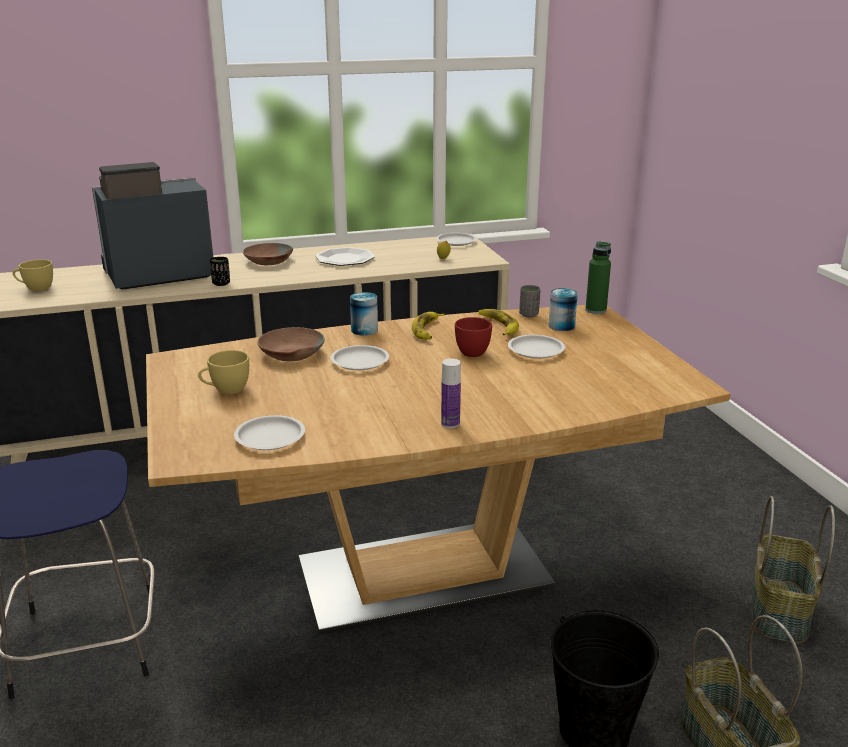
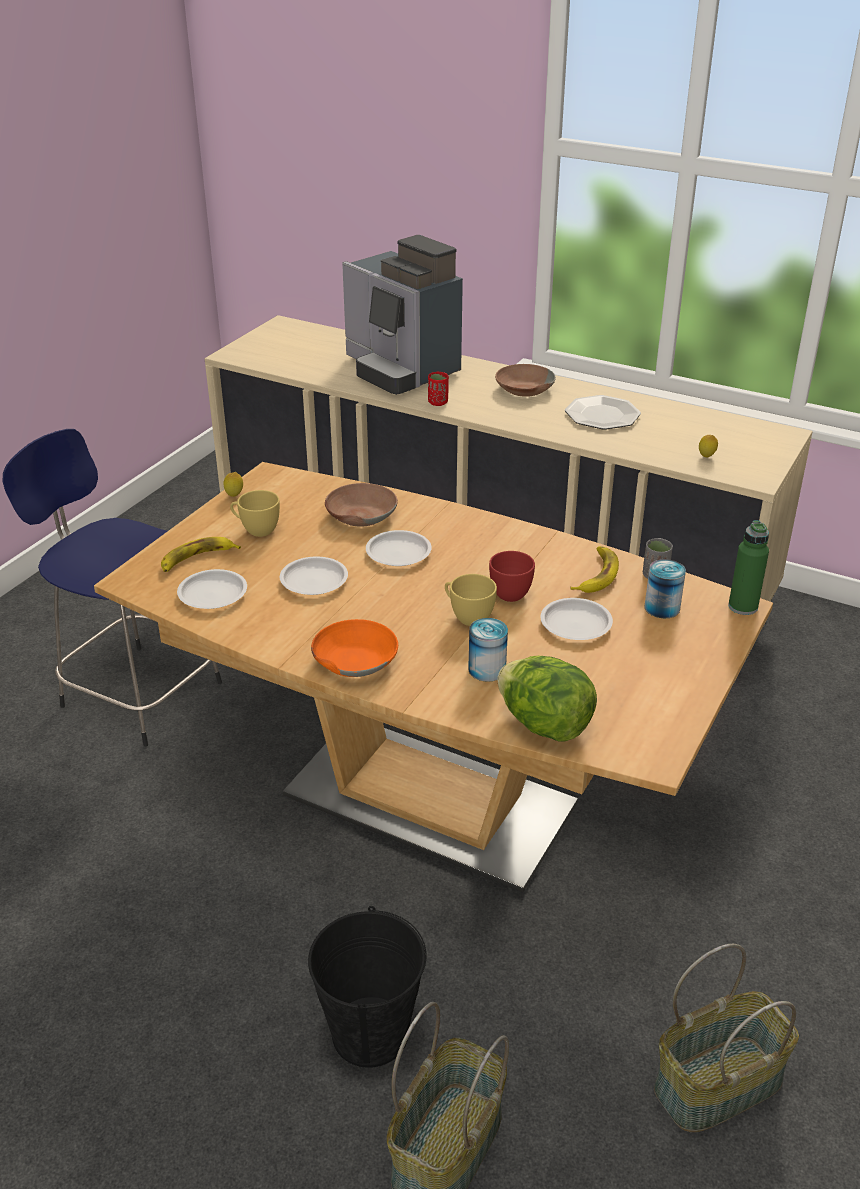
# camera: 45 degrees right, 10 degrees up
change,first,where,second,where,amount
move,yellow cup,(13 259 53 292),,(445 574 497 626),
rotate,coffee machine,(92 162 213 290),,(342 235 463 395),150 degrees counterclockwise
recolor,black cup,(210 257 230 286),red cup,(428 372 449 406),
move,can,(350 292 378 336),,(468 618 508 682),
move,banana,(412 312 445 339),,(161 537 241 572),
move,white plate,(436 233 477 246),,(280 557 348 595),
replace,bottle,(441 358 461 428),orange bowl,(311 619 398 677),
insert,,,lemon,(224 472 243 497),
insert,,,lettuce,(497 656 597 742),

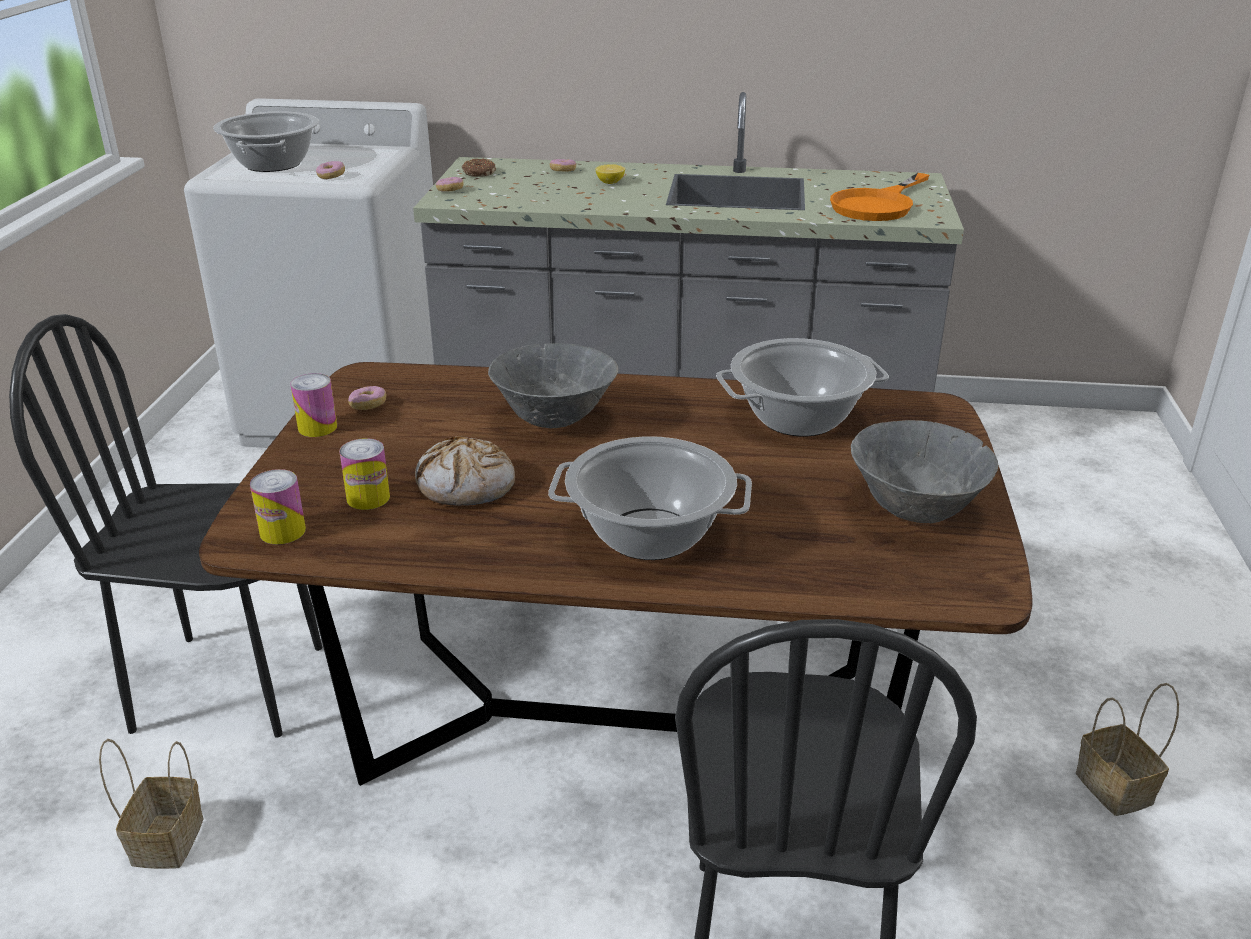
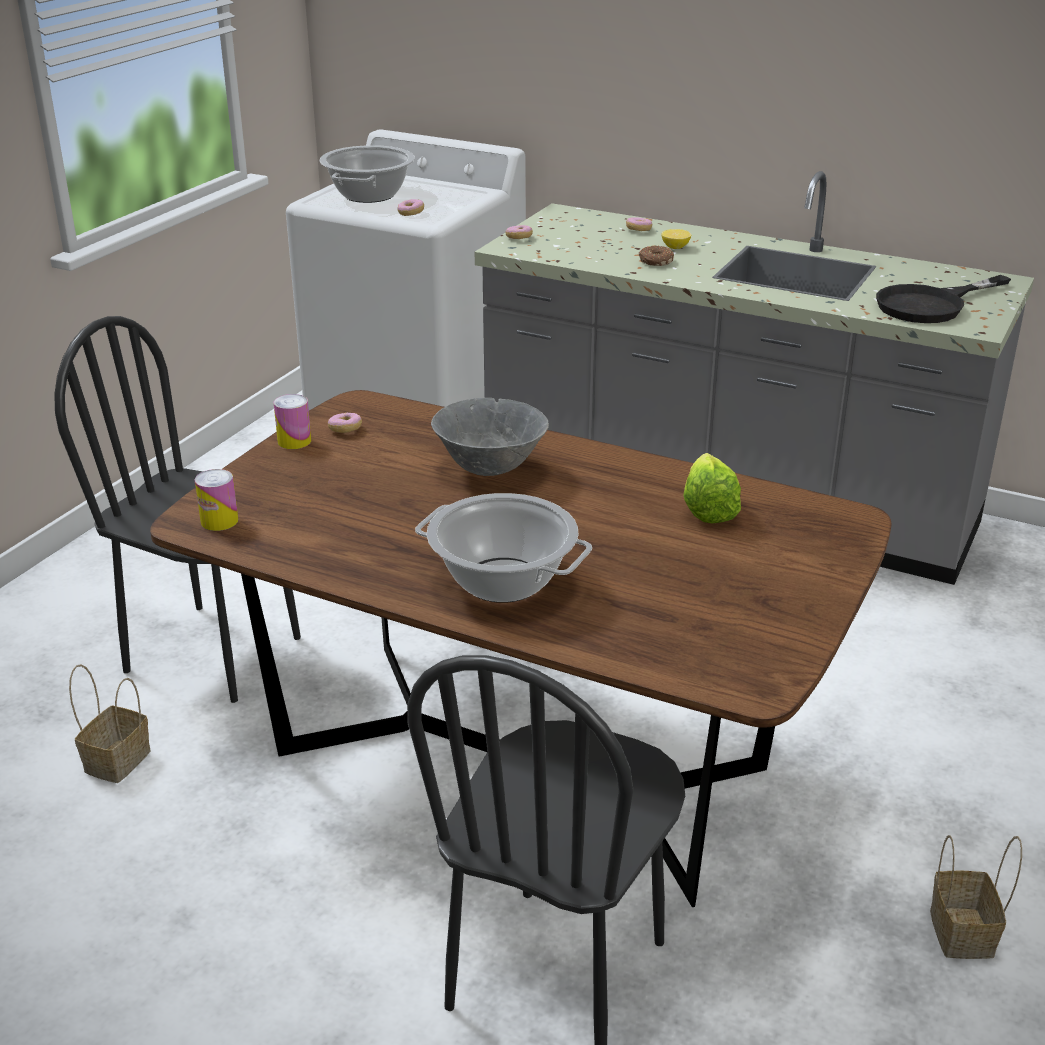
# camera: 20 degrees right, 0 degrees up
change,first,where,second,where,amount
delete,can,(339 438 390 510),,,
delete,bread,(415 436 515 506),,,
move,donut,(462 159 496 177),,(638 245 674 266),
replace,cooking pot,(716 338 889 437),lettuce,(683 453 741 523),
recolor,orange frying pan,(830 173 930 221),black frying pan,(876 275 1011 323),
delete,grey bowl,(851 420 998 523),,,

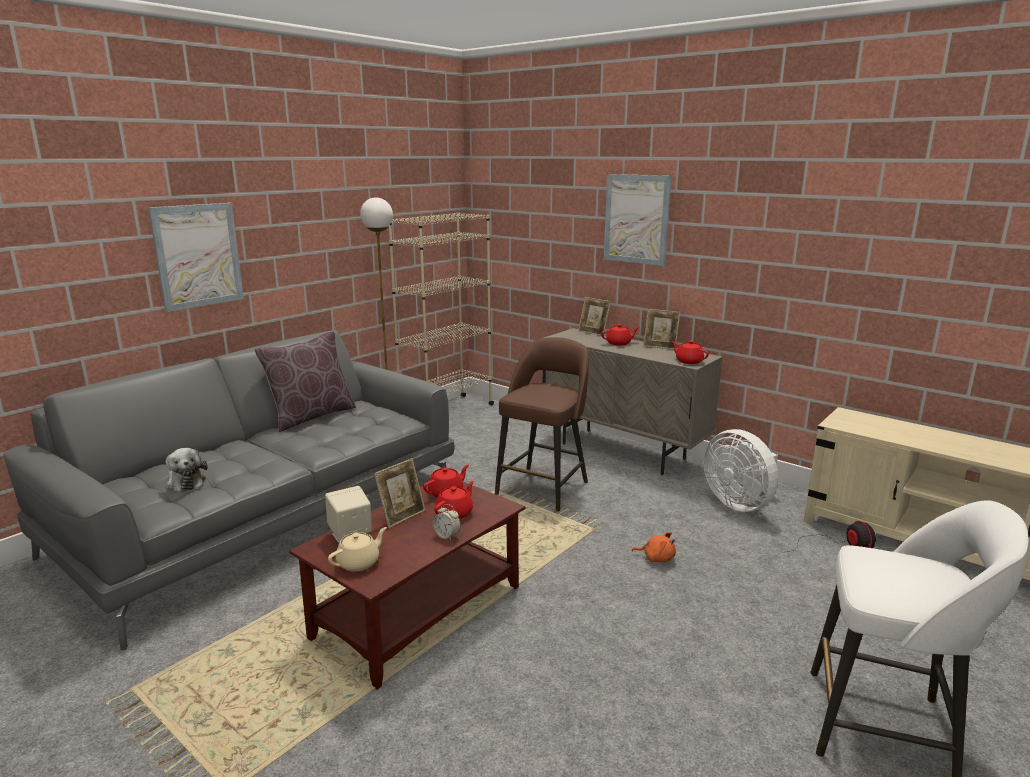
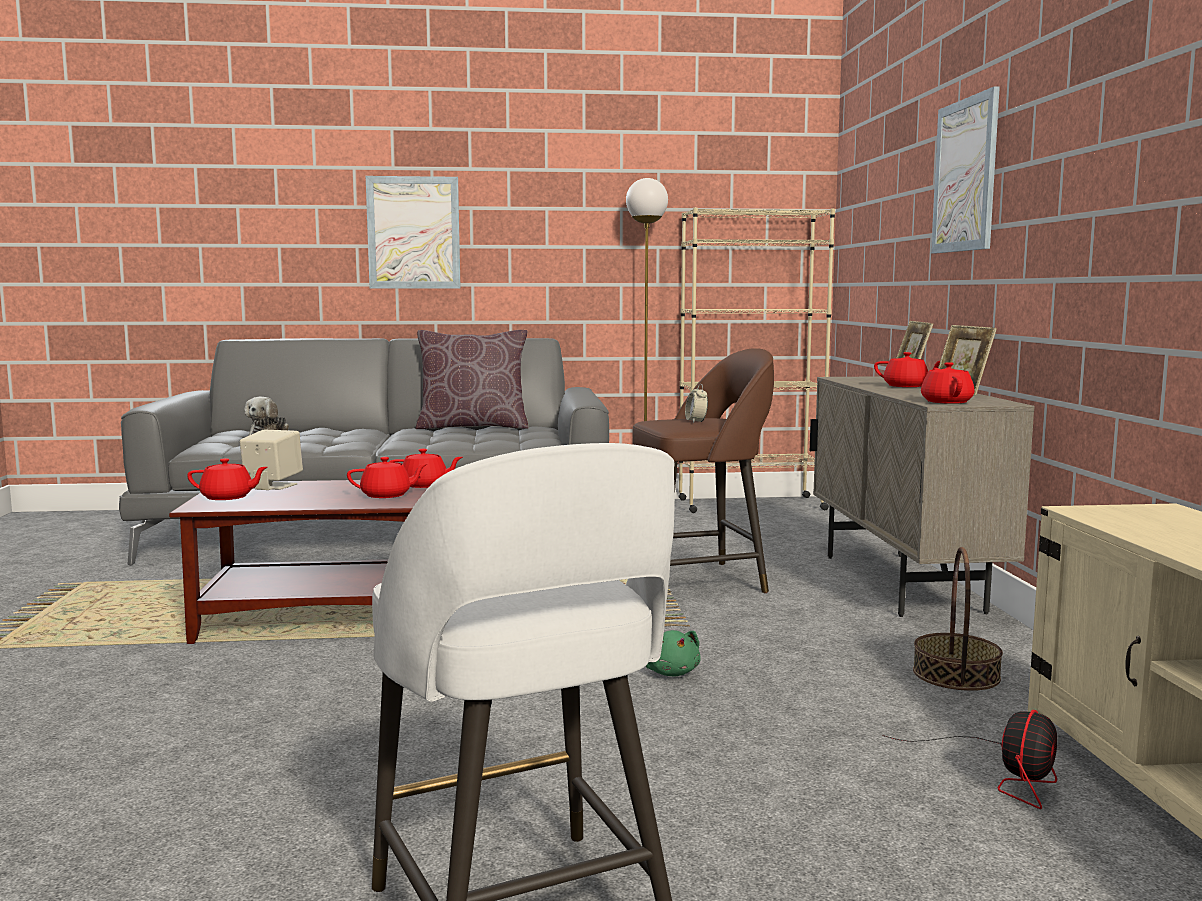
# camera: 45 degrees right, 10 degrees down
change,first,where,second,where,amount
recolor,beige teapot,(328 527 387 572),red teapot,(187 458 268 500),
delete,picture frame,(374 458 425 528),,,
move,alarm clock,(433 504 461 540),,(685 384 708 423),
recolor,orange plush toy,(632 532 676 563),green plush toy,(646 630 701 676),
replace,white fan,(704 429 778 512),basket,(913 547 1003 691),

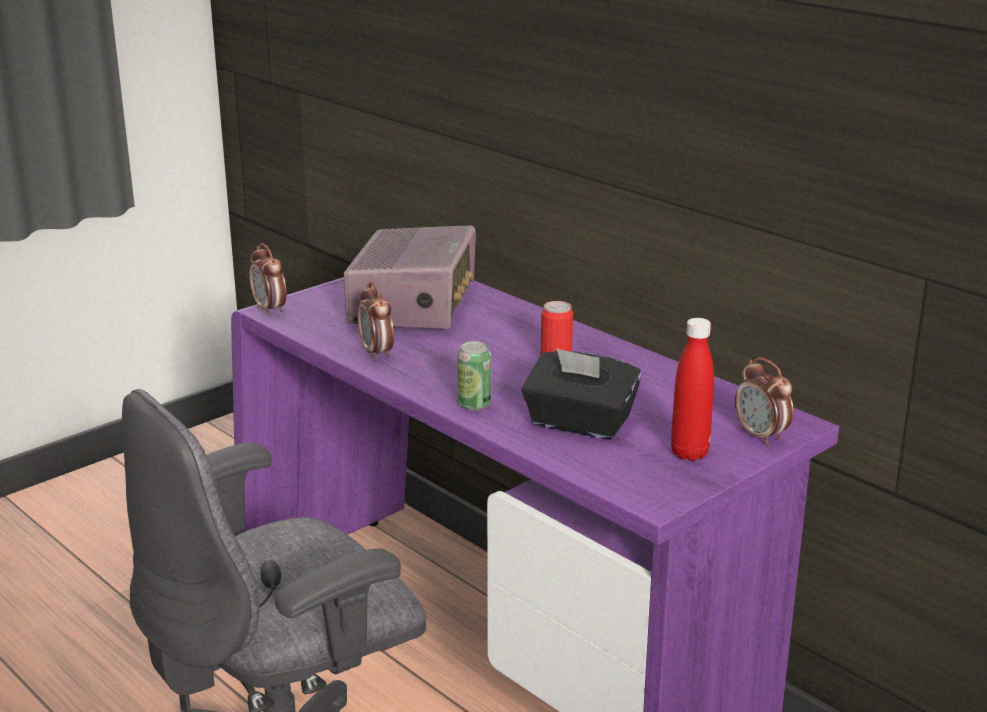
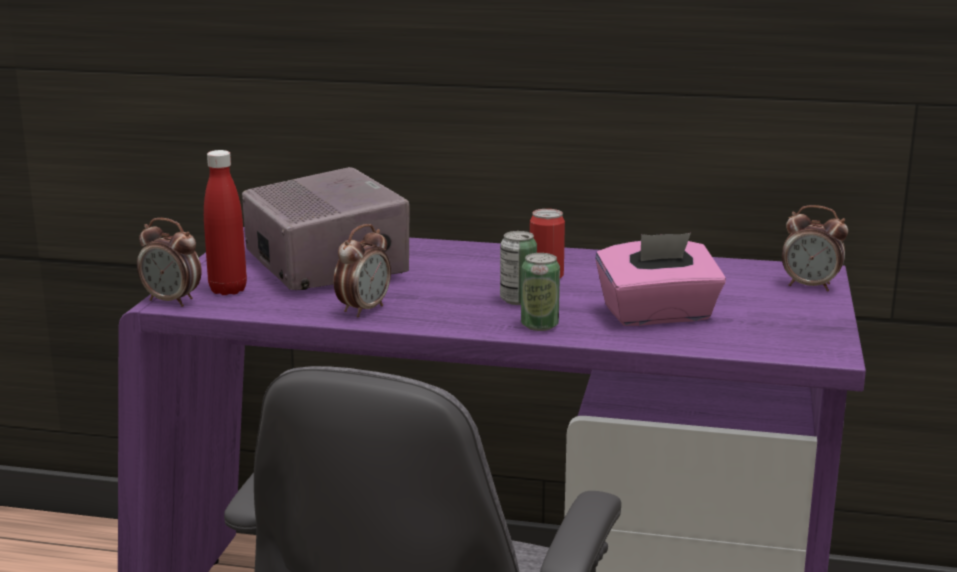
# camera: 35 degrees left, 5 degrees down
change,first,where,second,where,amount
rotate,alarm clock,(358 282 394 361),,(334 224 391 317),90 degrees counterclockwise
recolor,black tissue box,(521 348 642 439),pink tissue box,(595 233 726 326),
move,red bottle,(671 318 714 461),,(204 150 247 295),
insert,,,can,(500 231 537 305),

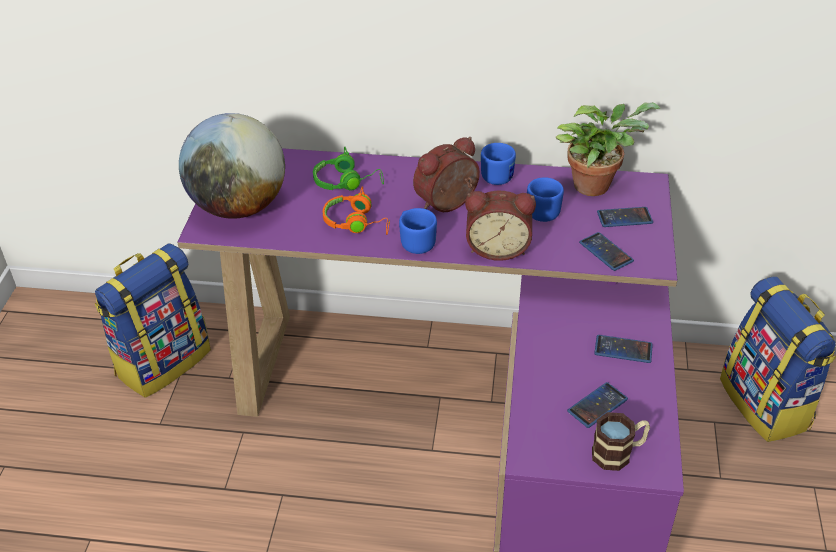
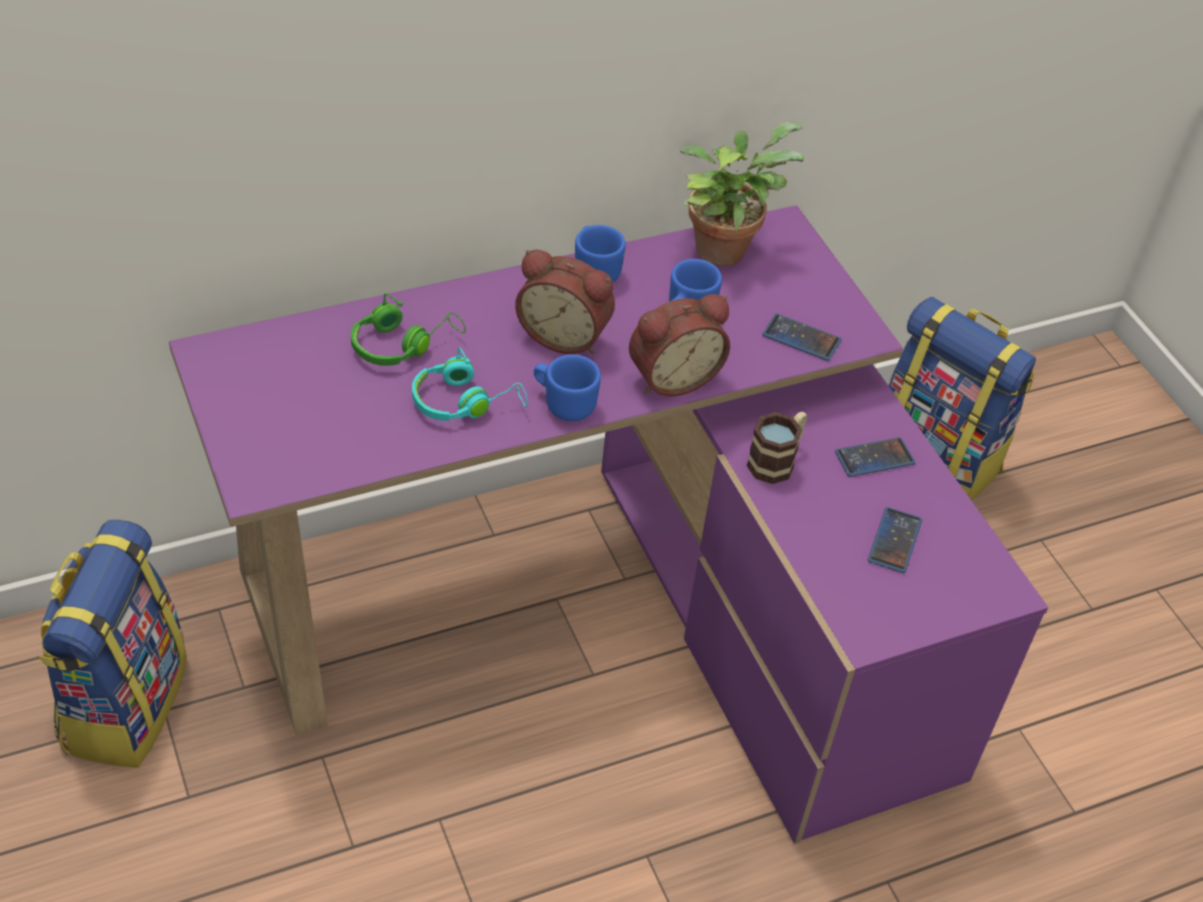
# camera: 35 degrees left, 5 degrees up
change,first,where,second,where,amount
delete,globe,(179 113 285 219),,,
recolor,orange headphones,(323 186 390 235),turquoise headphones,(412 347 528 421),
rotate,alarm clock,(413 137 480 212),,(515 250 615 354),90 degrees counterclockwise
move,mug,(592 412 650 471),,(746 411 807 484),
delete,phone,(597 207 653 227),,,

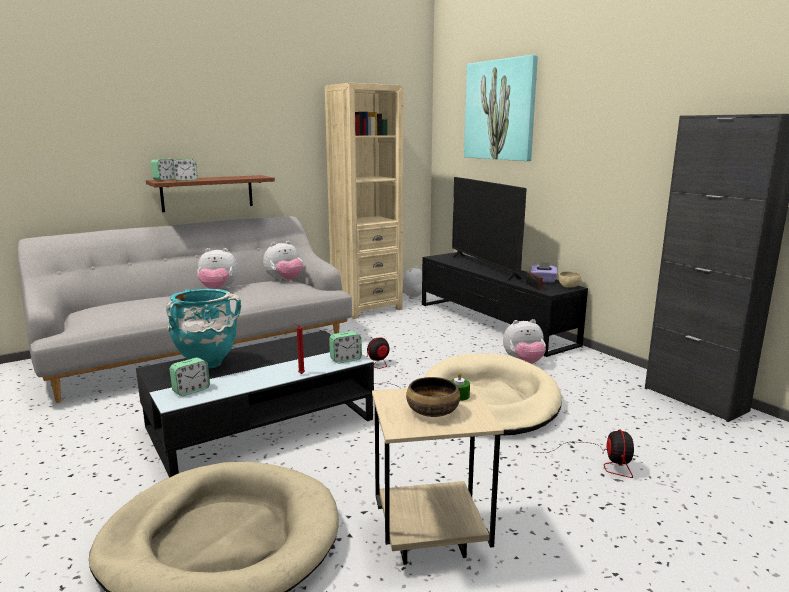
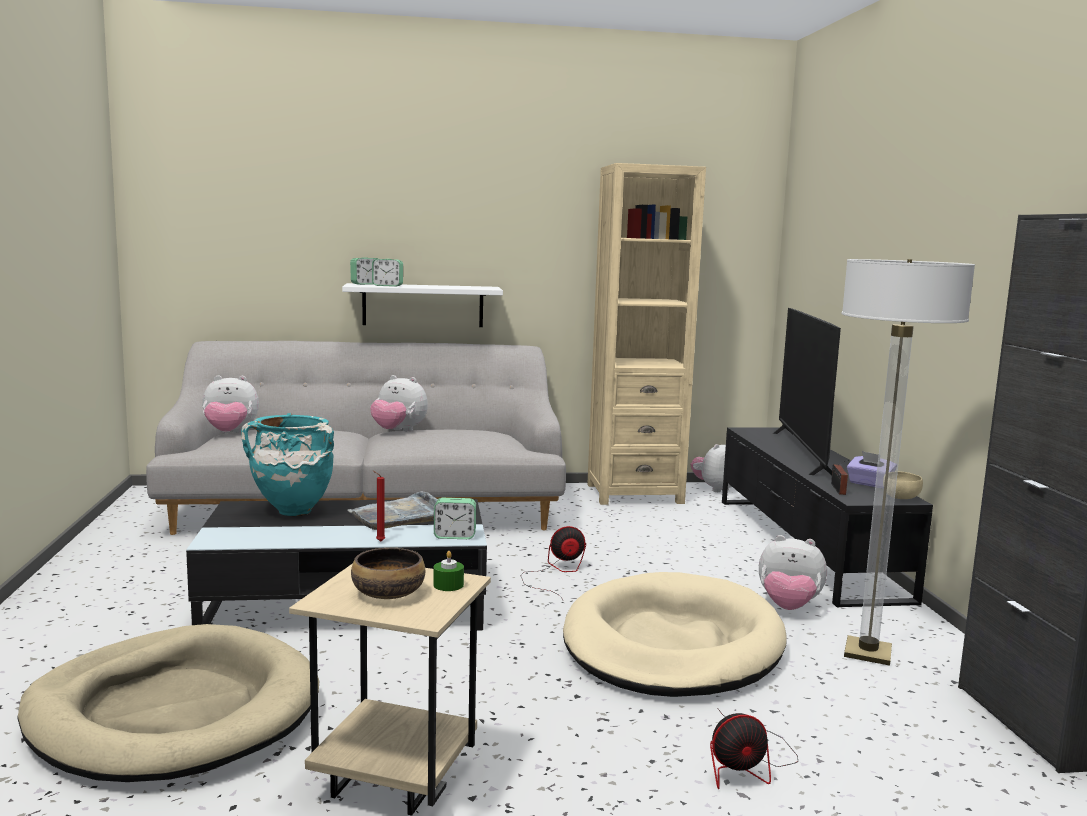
# camera: 25 degrees right, 5 degrees down
change,first,where,second,where,amount
recolor,brown shelf,(146 175 275 212),white shelf,(342 283 503 327),
delete,alarm clock,(170 357 210 396),,,
move,plush toy,(263 241 303 281),,(202 375 259 433),
delete,picture,(464 55 538 161),,,
rotate,fan,(535 429 634 478),,(710 708 798 789),45 degrees clockwise
insert,,,grey tray,(348 491 438 530),
insert,,,floor lamp,(841 259 975 666),

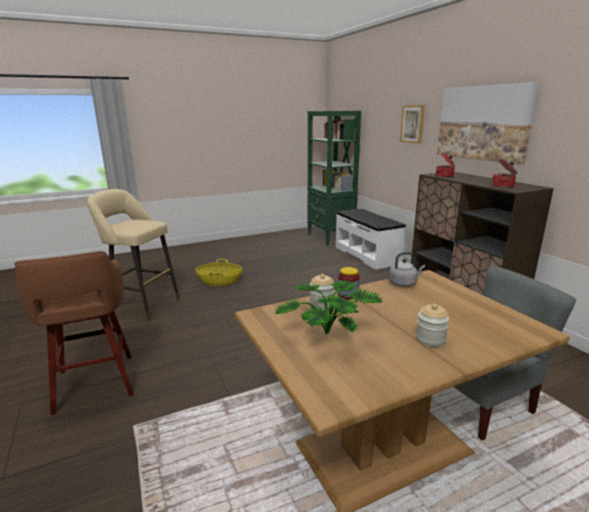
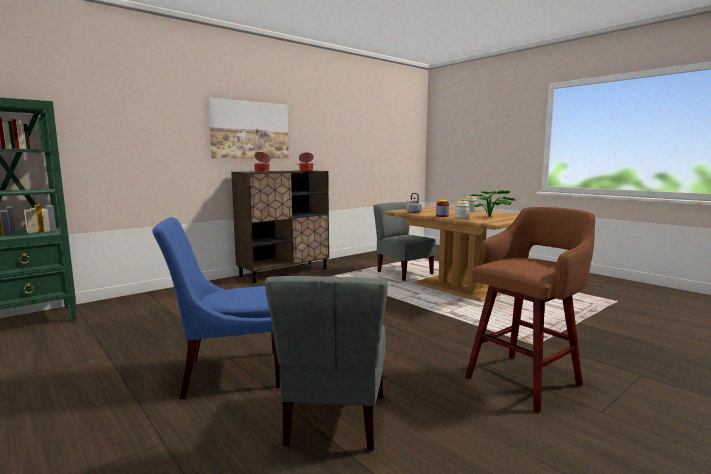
# camera: 105 degrees left, 10 degrees down
change,first,where,second,where,amount
replace,beige stool,(87 189 180 321),grey chair,(265 276 388 451),
replace,basket,(196 259 242 286),blue chair,(152 217 280 399),
delete,white bench,(336 209 406 270),,,
delete,picture,(400 105 425 144),,,

